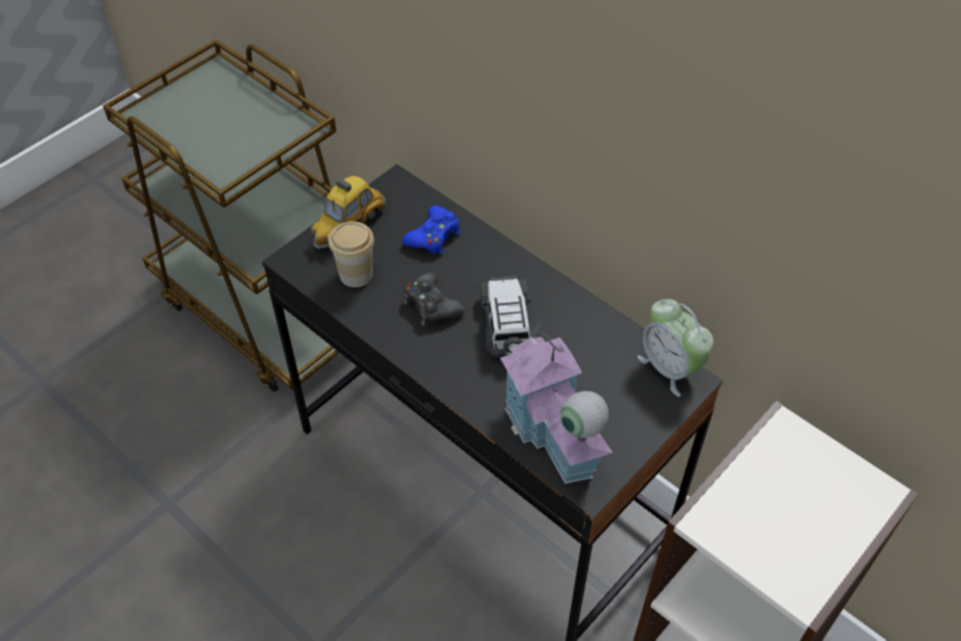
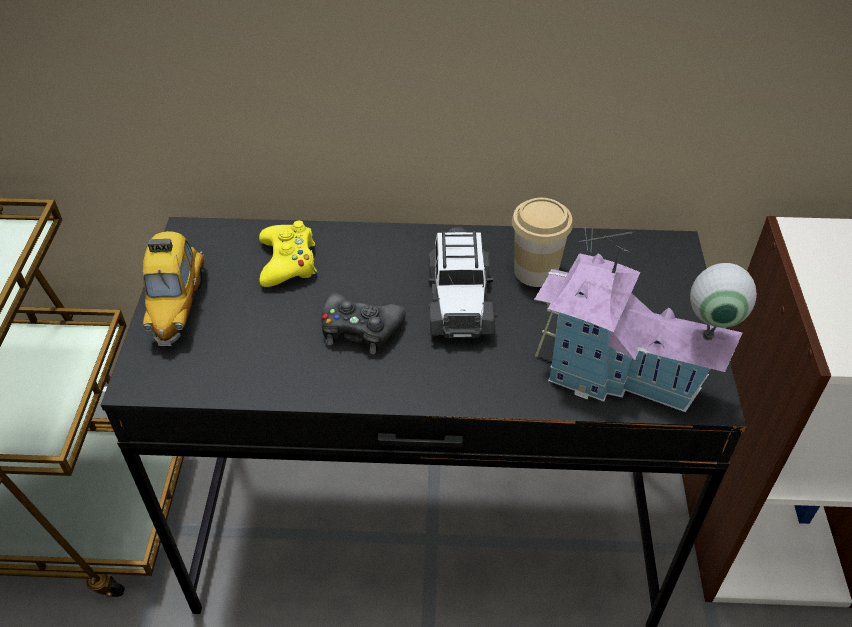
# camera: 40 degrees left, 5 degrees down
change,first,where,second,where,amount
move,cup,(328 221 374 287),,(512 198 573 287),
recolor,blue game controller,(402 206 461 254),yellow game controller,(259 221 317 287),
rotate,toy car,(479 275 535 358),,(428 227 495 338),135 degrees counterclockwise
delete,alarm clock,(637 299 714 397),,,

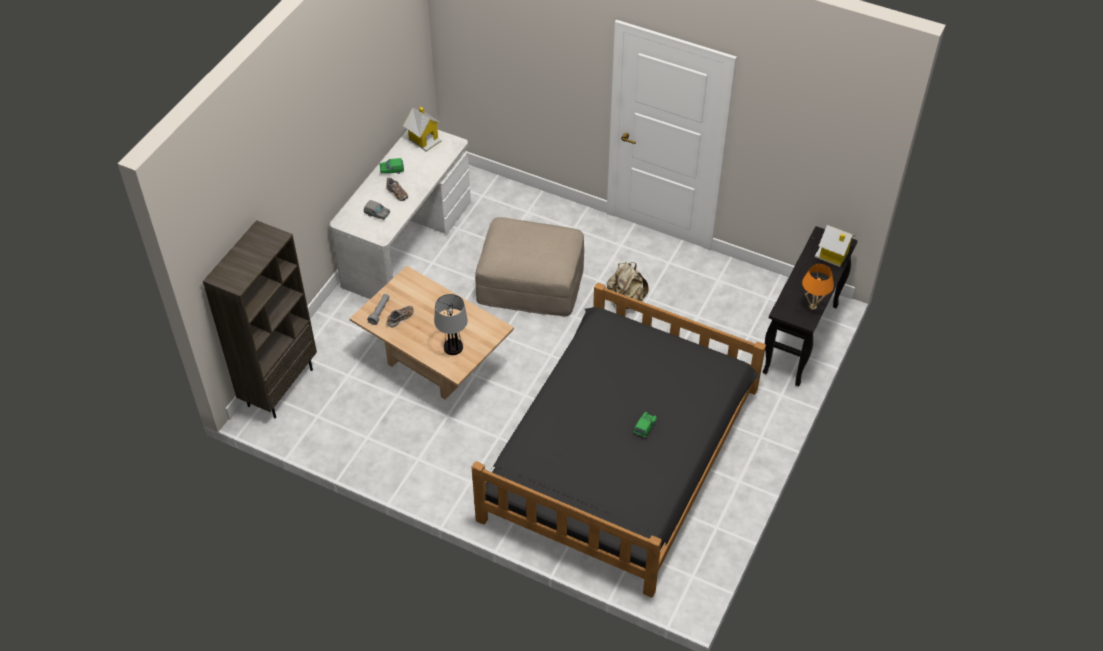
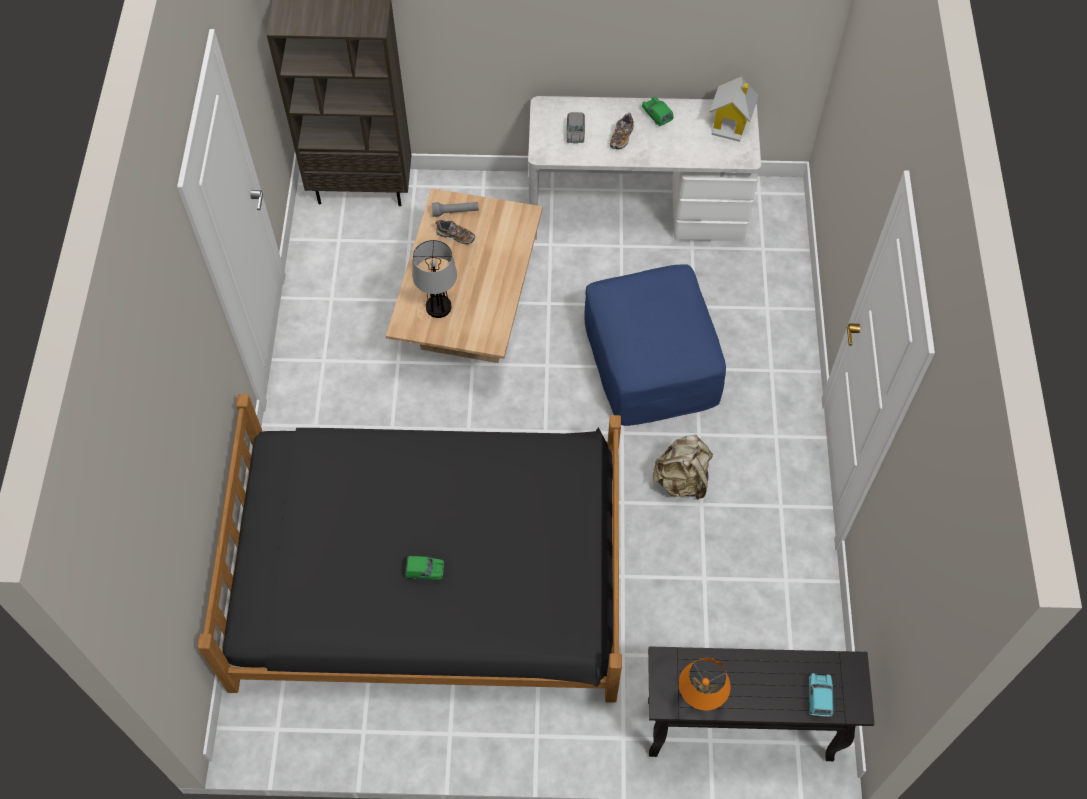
# camera: 65 degrees right, 10 degrees up
change,first,where,second,where,amount
recolor,beige ottoman,(475 217 584 317),blue ottoman,(585 264 726 426),
replace,toy house,(815 225 856 267),turquoise toy car,(809 673 834 717),

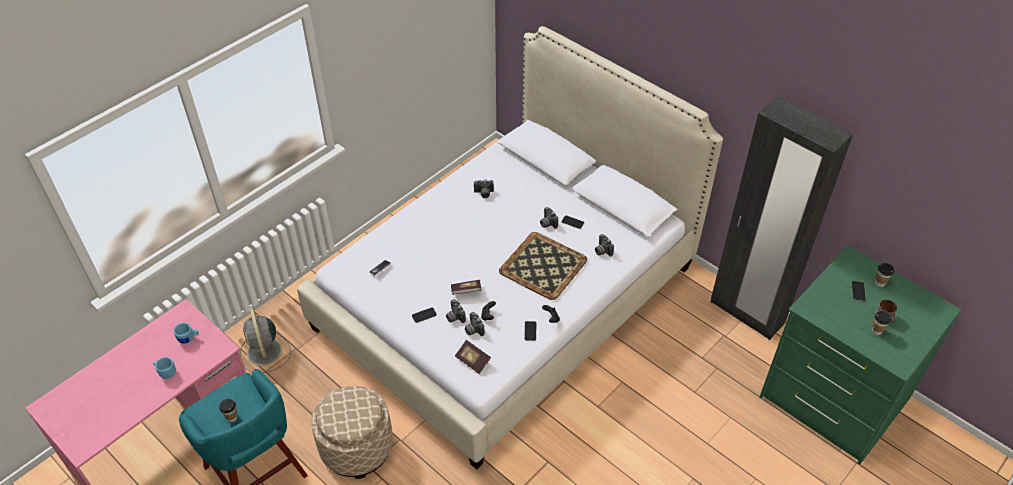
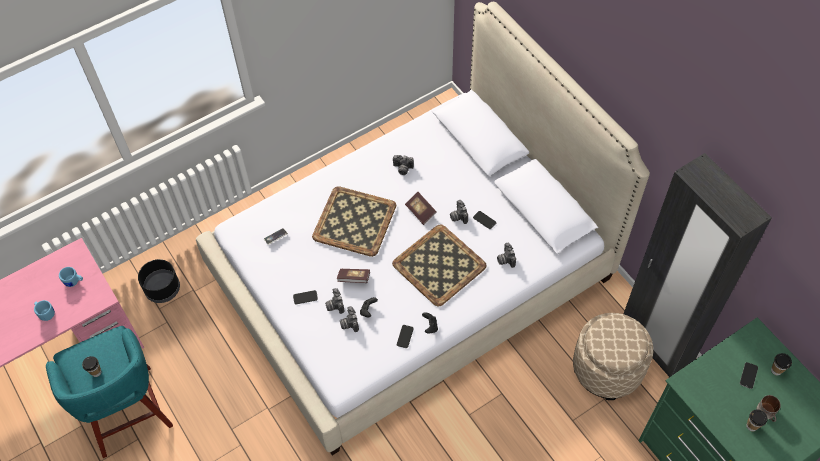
# camera: 15 degrees right, 10 degrees up
change,first,where,second,where,amount
replace,grey fan,(240 307 291 373),black planter,(138 259 180 303),
move,beige ottoman,(311 386 393 479),,(573 313 653 400),
move,book,(455 340 491 374),,(405 192 437 225),
insert,,,tray,(312 186 396 257),

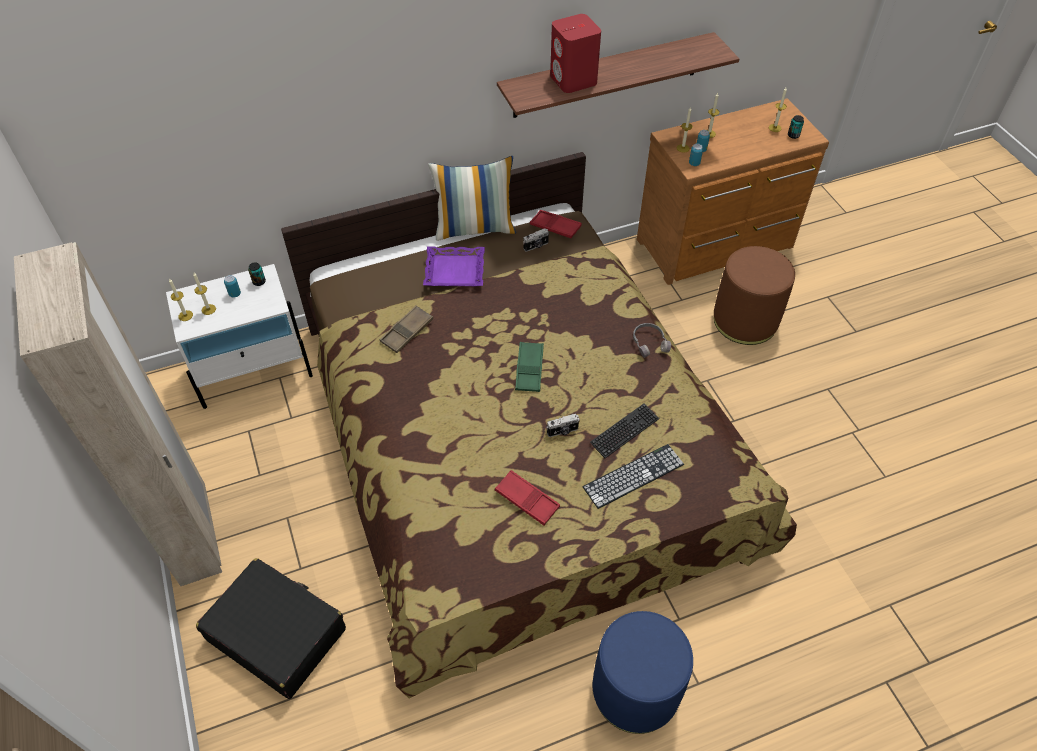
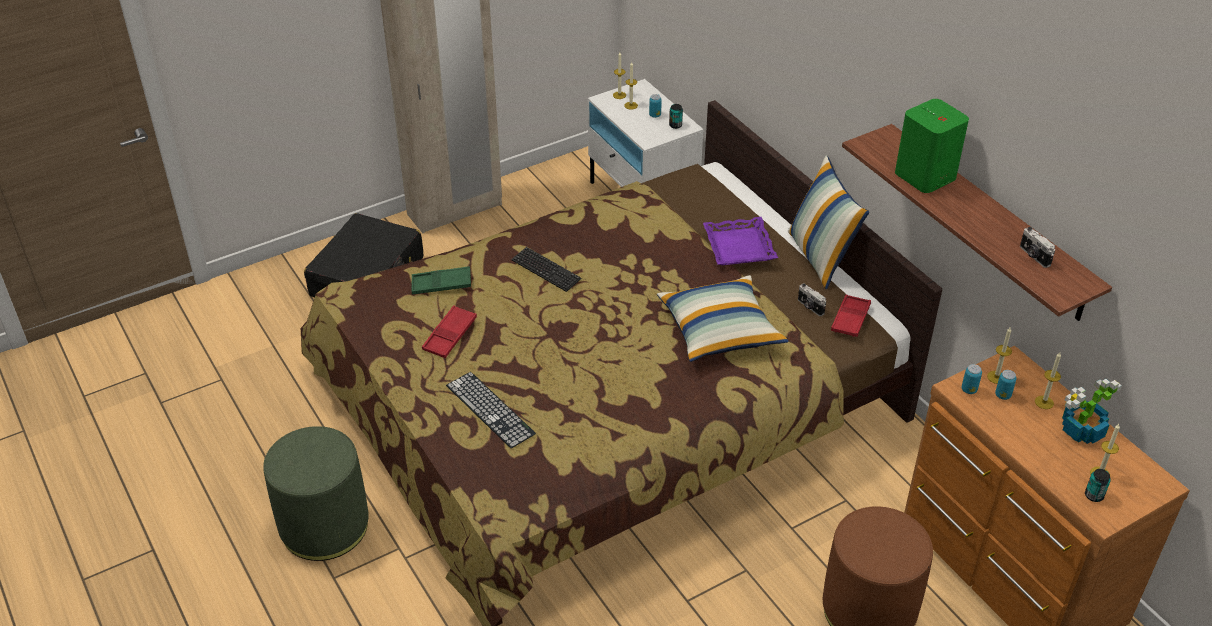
# camera: 80 degrees right, 10 degrees down
change,first,where,second,where,amount
delete,brown tray,(380 305 433 353),,,
move,green tray,(515 342 544 392),,(412 266 471 294),
move,photo camera,(546 414 580 437),,(1020 227 1055 268),
recolor,red speaker,(550 14 601 93),green speaker,(895 99 969 193),
move,keyboard,(590 404 659 458),,(511 247 581 292),
recolor,blue ottoman,(593 611 693 734),green ottoman,(263 426 369 561),
delete,grey headphones,(633 323 671 358),,,
insert,,,pillow,(657 275 789 362),
insert,,,potted plant,(1062 379 1122 444),

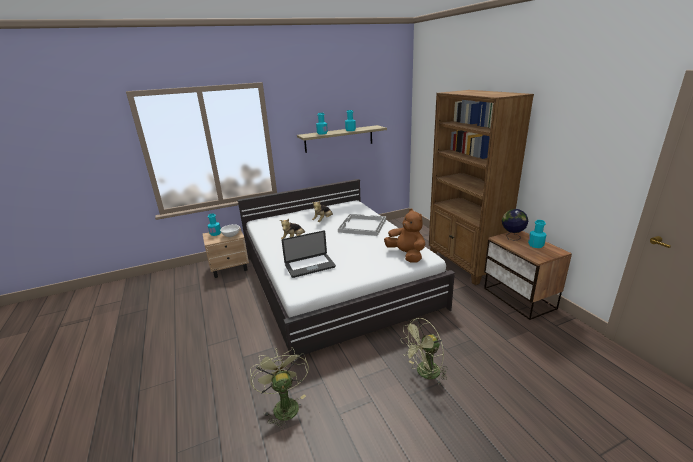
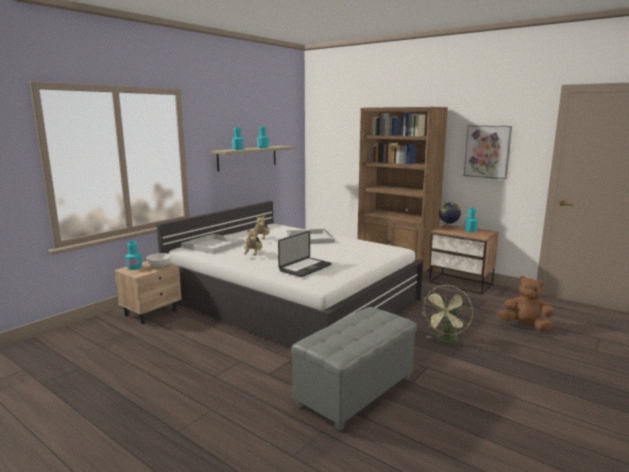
# camera: 30 degrees left, 10 degrees down
change,first,where,second,where,amount
replace,green fan,(250 347 309 429),grey ottoman,(291 307 417 431),
move,brown plush toy,(384 209 426 263),,(498 276 555 331),
insert,,,white tray,(181 234 245 254),
insert,,,picture,(464 125 512 179),

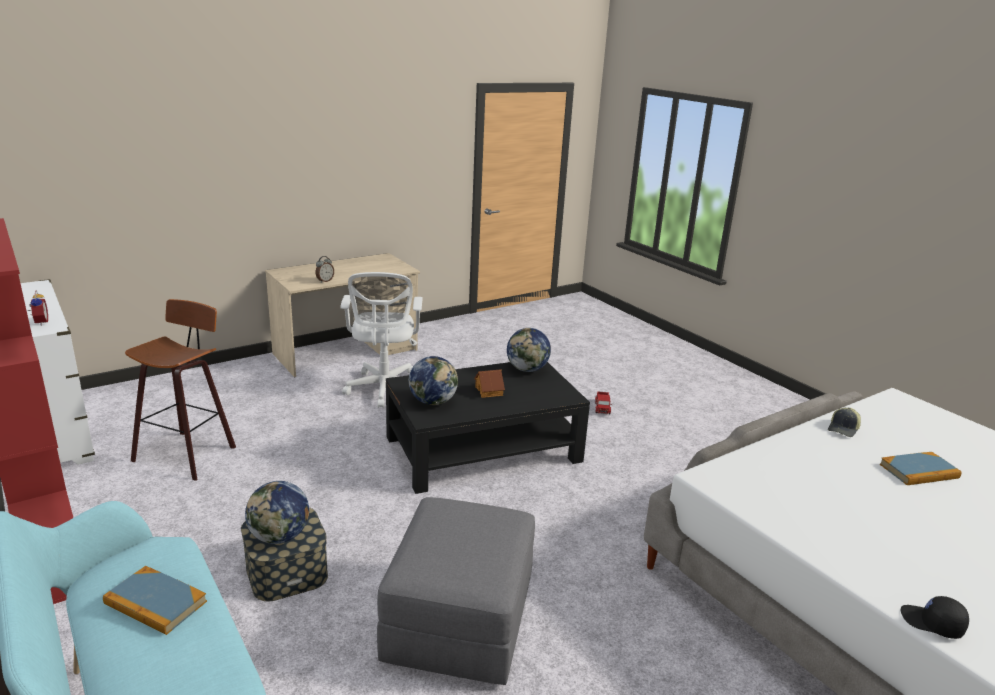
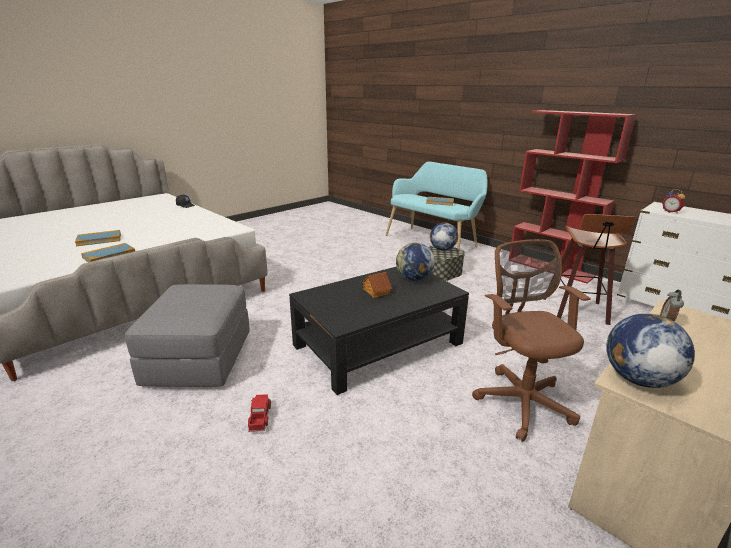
# camera: 170 degrees right, 0 degrees up
change,first,where,second,where,amount
recolor,white office chair,(340 272 423 408),brown office chair,(472 239 591 442),
move,grey ottoman,(377 497 535 685),,(125 284 250 387),
move,globe,(507 328 551 372),,(606 313 695 388),
replace,cap,(828 408 861 437),book,(81 243 135 262),

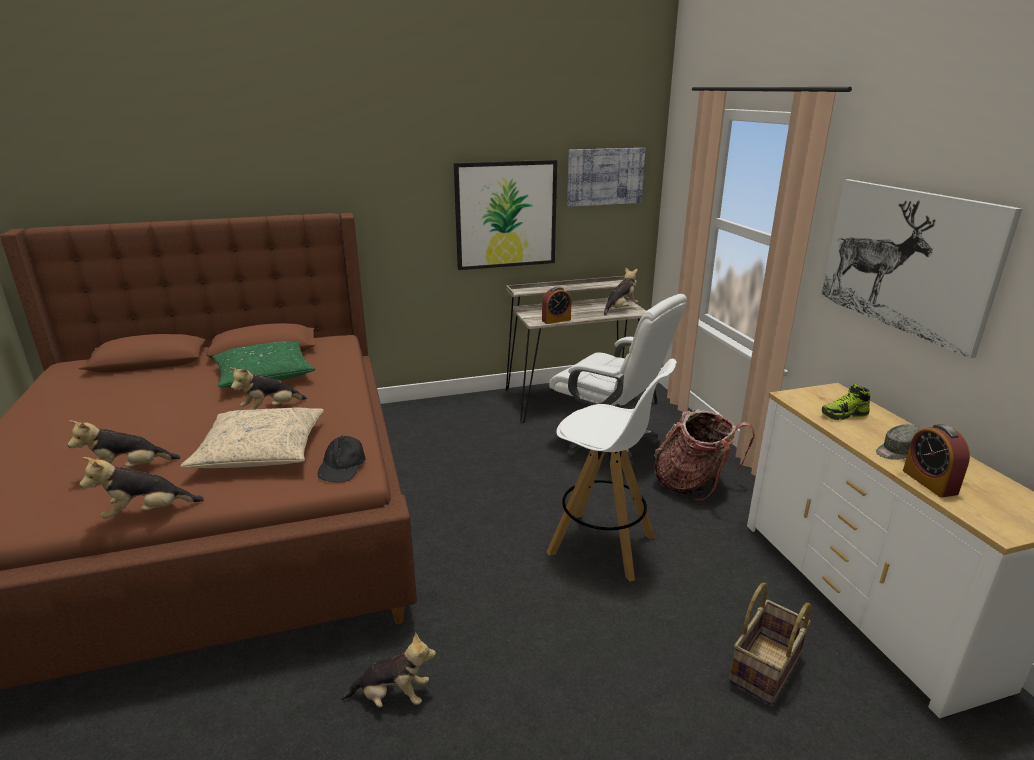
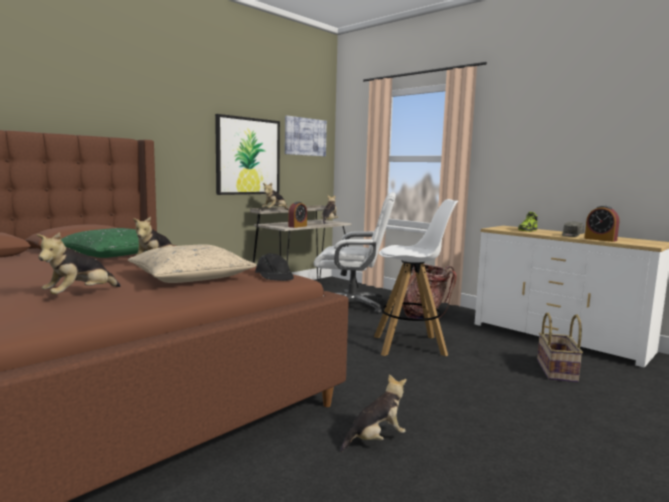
# camera: 30 degrees left, 15 degrees down
change,first,where,second,where,amount
move,plush toy,(79 457 204 519),,(262 183 289 210),
delete,picture,(821 179 1022 358),,,

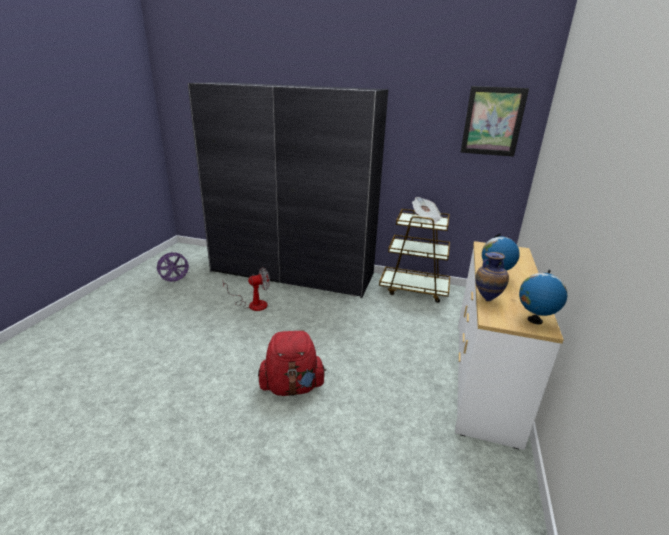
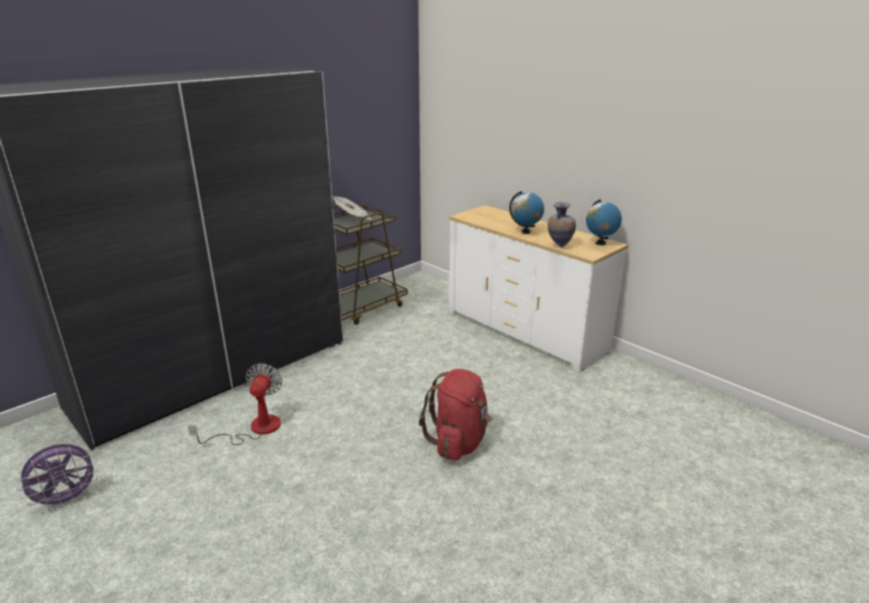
# camera: 60 degrees left, 0 degrees up
change,first,where,second,where,amount
rotate,purple fan,(157 252 191 284),,(17 444 99 510),60 degrees clockwise
delete,picture,(461 86 529 157),,,

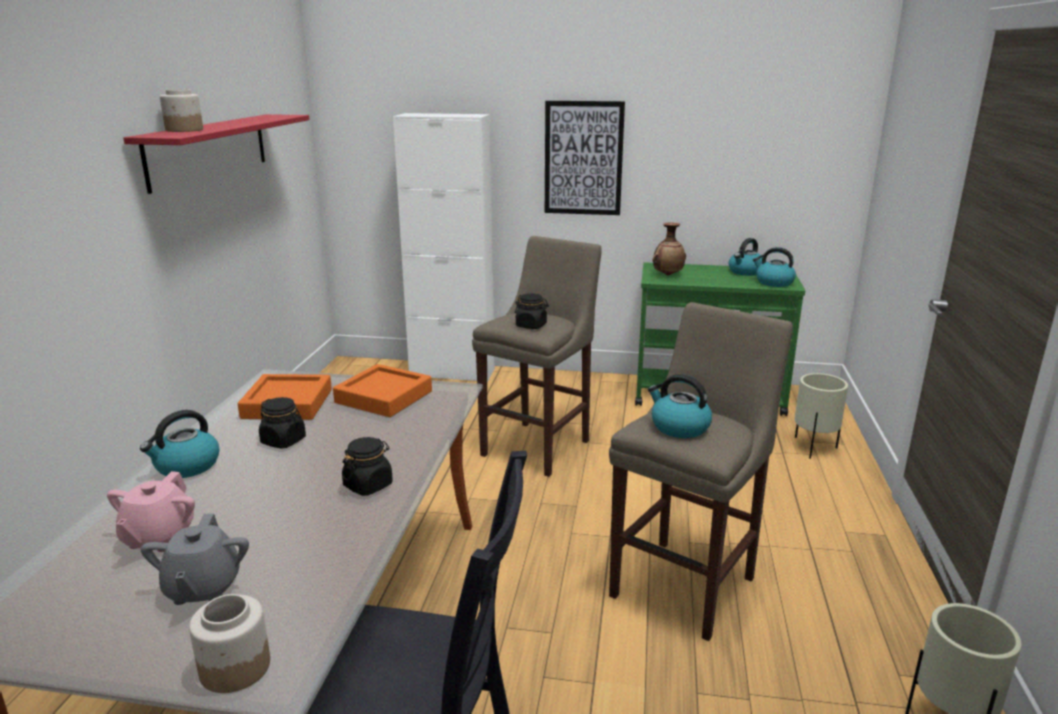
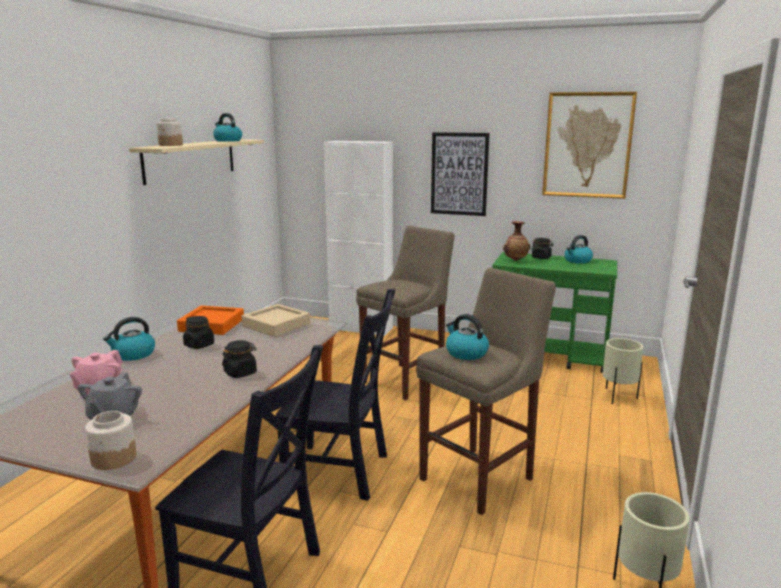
# camera: 10 degrees right, 5 degrees down
change,first,where,second,where,amount
recolor,red shelf,(123 114 310 194),beige shelf,(129 139 264 185),
recolor,orange tray,(333 364 432 417),beige tray,(241 304 310 337),
move,black jar,(515 293 549 329),,(531 238 554 259),
move,kettle,(753 247 796 287),,(213 113 242 142),
insert,,,black chair,(275 289 395 501),
insert,,,picture,(542 92 637 199),

